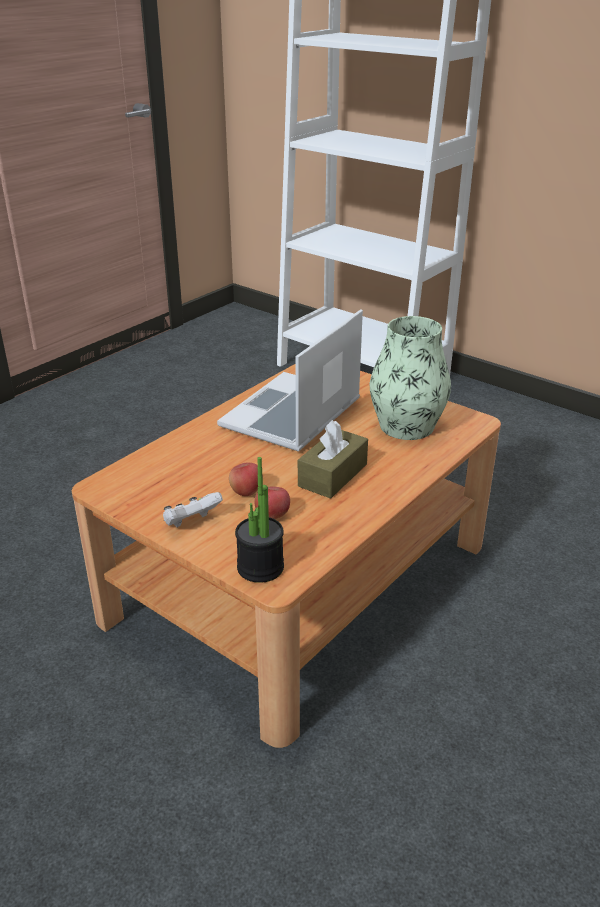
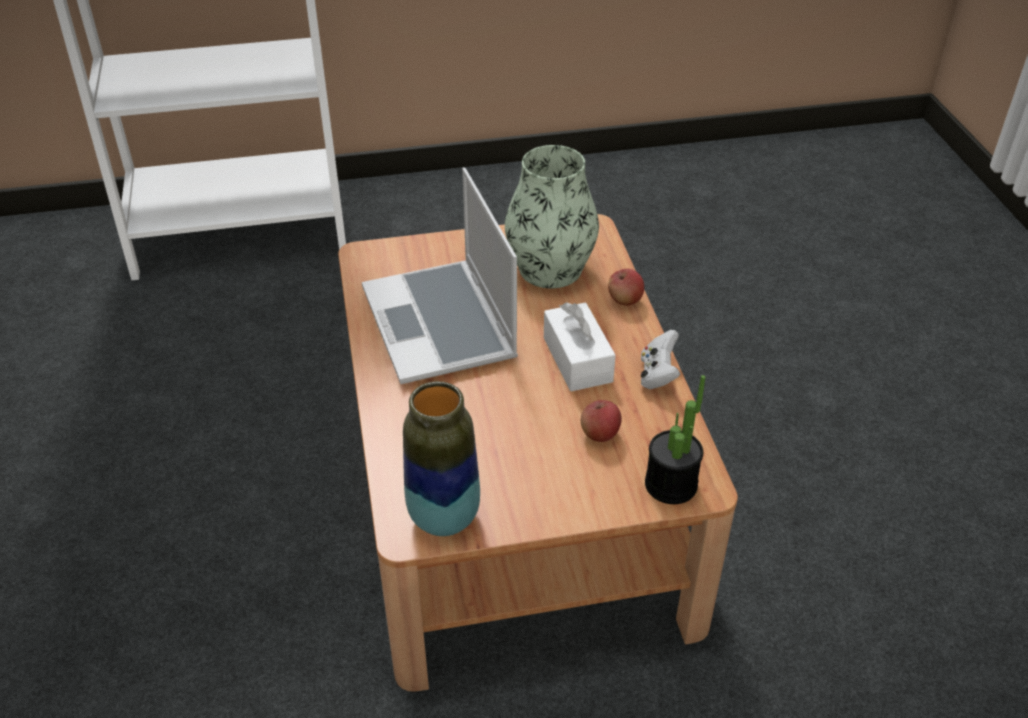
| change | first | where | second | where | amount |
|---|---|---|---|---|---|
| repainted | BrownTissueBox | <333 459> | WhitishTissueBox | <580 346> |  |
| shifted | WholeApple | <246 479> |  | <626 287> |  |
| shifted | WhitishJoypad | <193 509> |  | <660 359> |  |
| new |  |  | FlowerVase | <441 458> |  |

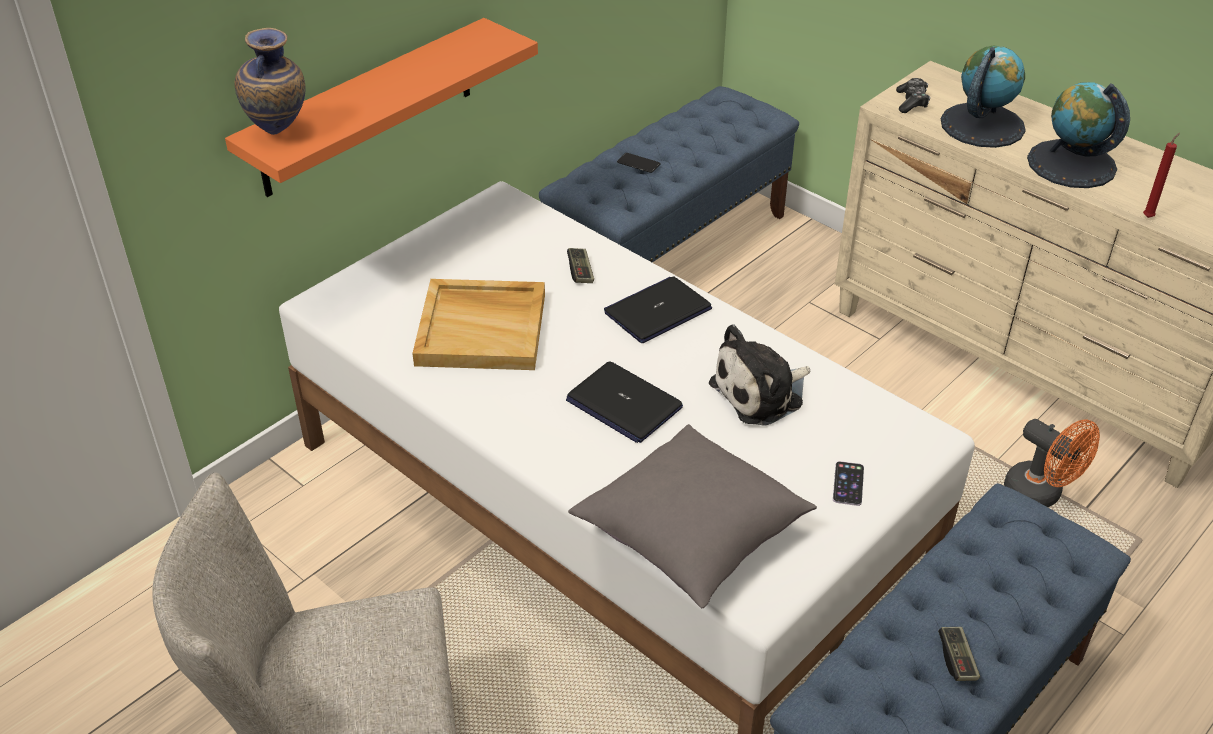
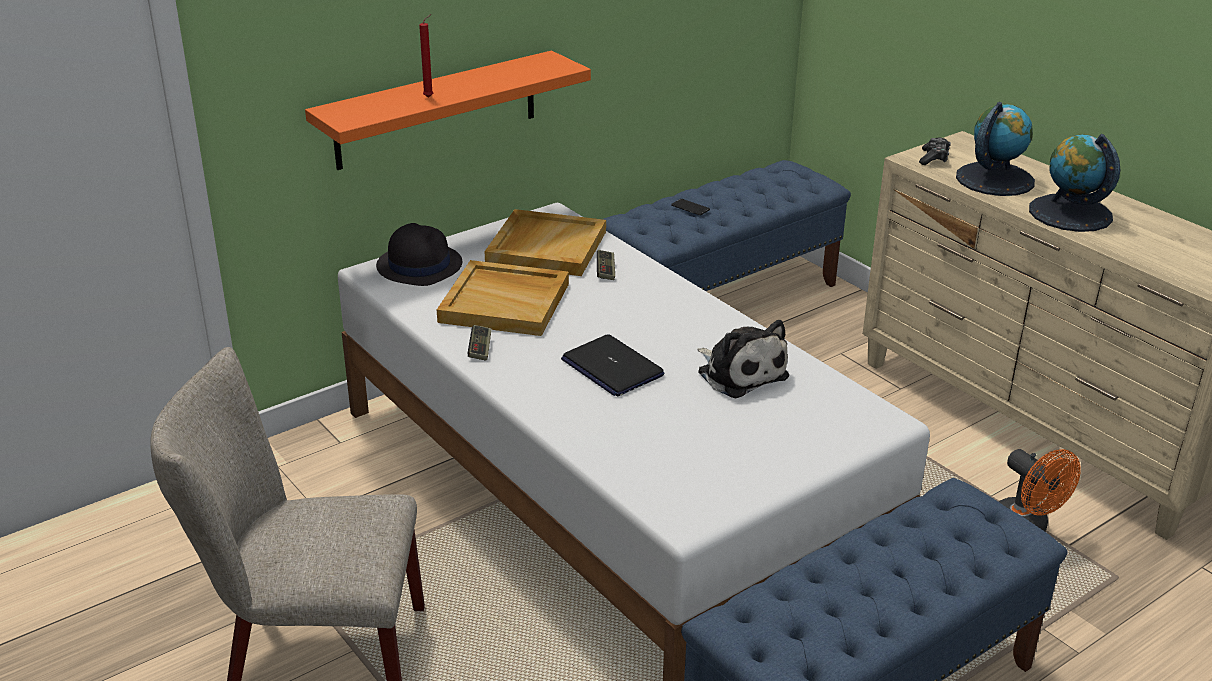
| change | first | where | second | where | amount |
|---|---|---|---|---|---|
| gone | FlowerVase | <270 81> |  |  |  |
| shifted | RedColouredWaxCandle | <1161 175> |  | <426 56> |  |
| gone | PortableComputer | <658 309> |  |  |  |
| rotated | PlushToy | <759 375> |  | <743 359> | 105 degrees counterclockwise |
| gone | GrayThrowPillow | <692 516> |  |  |  |
| gone | Telephone | <848 483> |  |  |  |
| shifted | Joypad | <959 654> |  | <480 343> |  |
| new |  |  | BeigeTray | <545 242> |  |
| new |  |  | BlackColouredWearableHat | <419 254> |  |

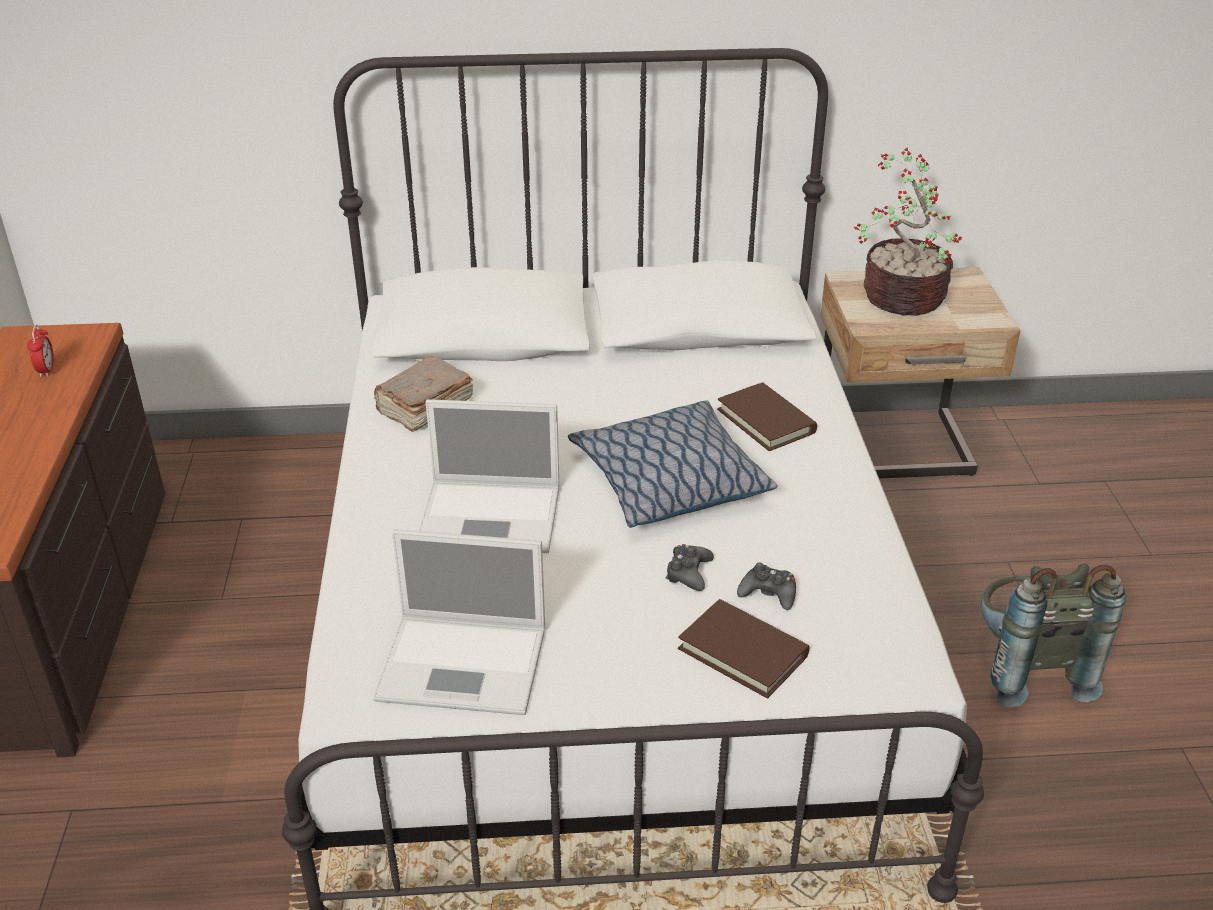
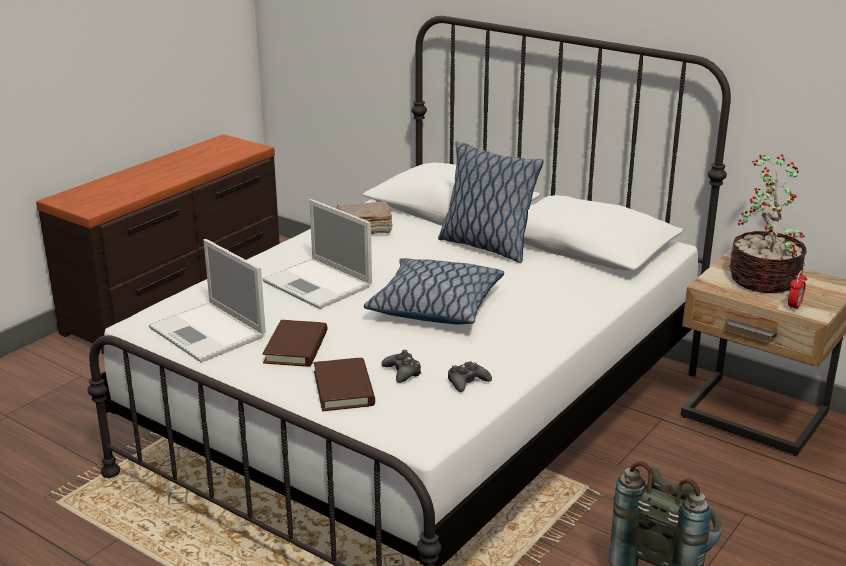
| change | first | where | second | where | amount |
|---|---|---|---|---|---|
| shifted | AlarmClock | <40 351> |  | <797 290> |  |
| shifted | BrownBoundBook | <767 416> |  | <295 343> |  |
| shifted | BlackColouredJoypad | <689 567> |  | <470 376> |  |
| new |  |  | ThrowPillow | <490 202> |  |

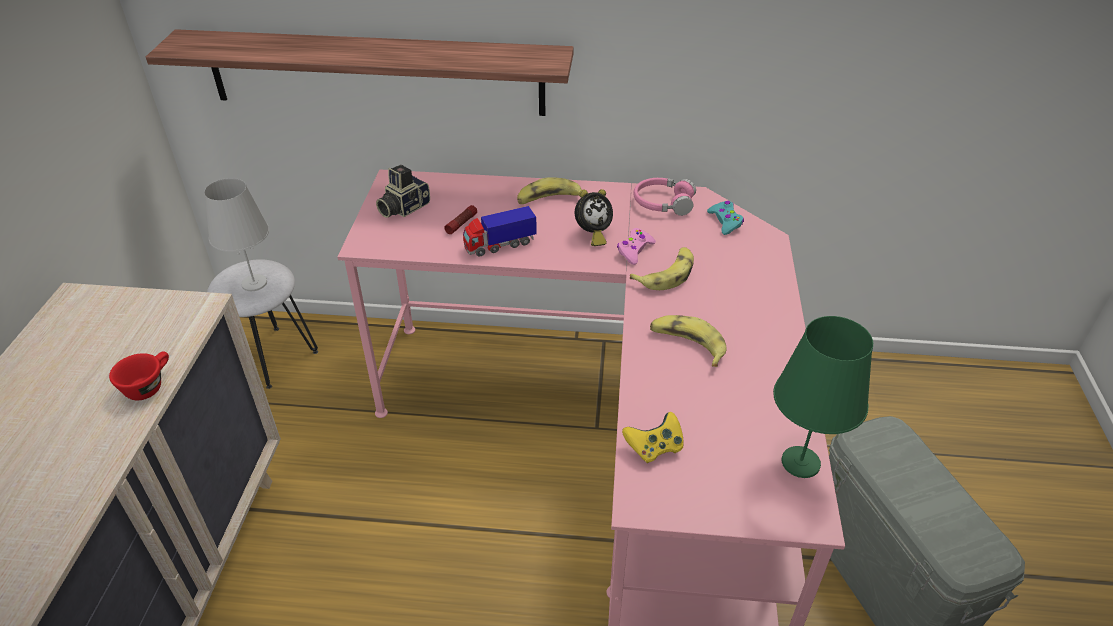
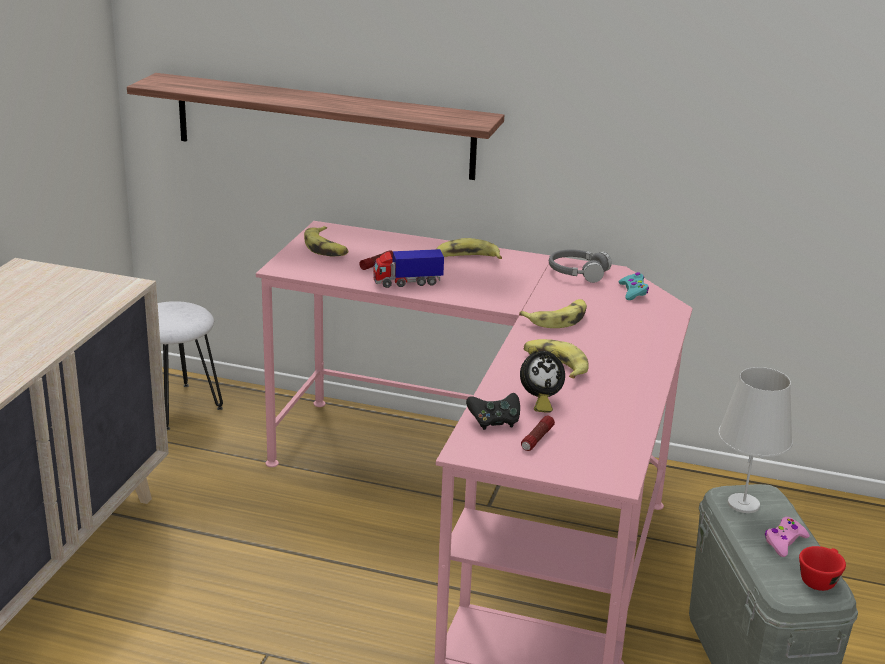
| change | first | where | second | where | amount |
|---|---|---|---|---|---|
| swapped | StillCamera | <403 191> | BananaFruit | <326 241> |  |
| shifted | WhitishTabletopLamp | <236 234> |  | <755 440> |  |
| repainted | PinkColouredHeadset | <664 197> | GrayHeadset | <580 266> |  |
| shifted | AlarmClock | <594 217> |  | <542 379> |  |
| shifted | PinkColouredJoypad | <636 246> |  | <787 537> |  |
| gone | GreenishTabletopLamp | <823 397> |  |  |  |
| shifted | RedColouredDrinkingCup | <139 375> |  | <822 568> |  |
| repainted | YellowishJoypad | <653 437> | BlackColouredJoypad | <493 411> |  |
| new |  |  | Torch | <538 433> |  |

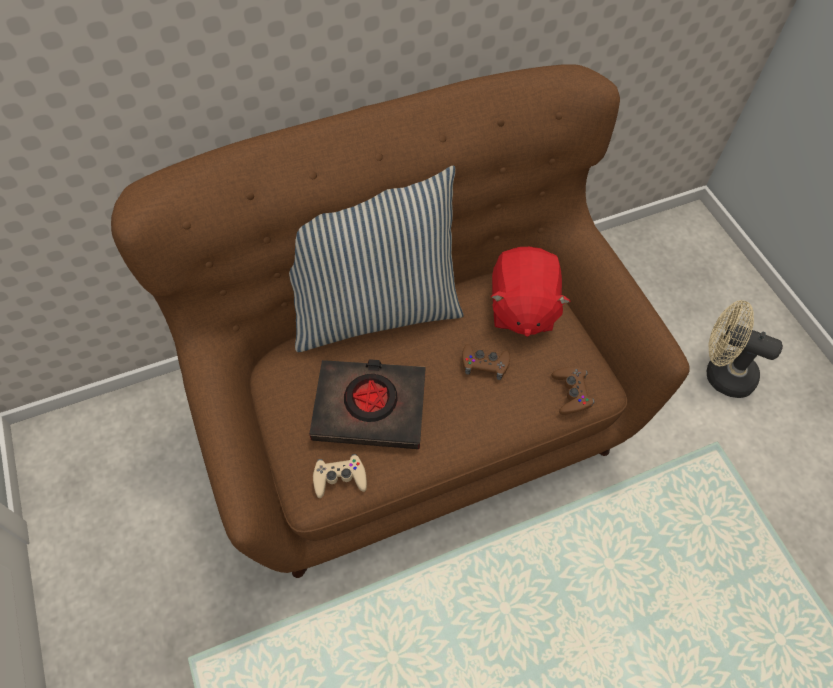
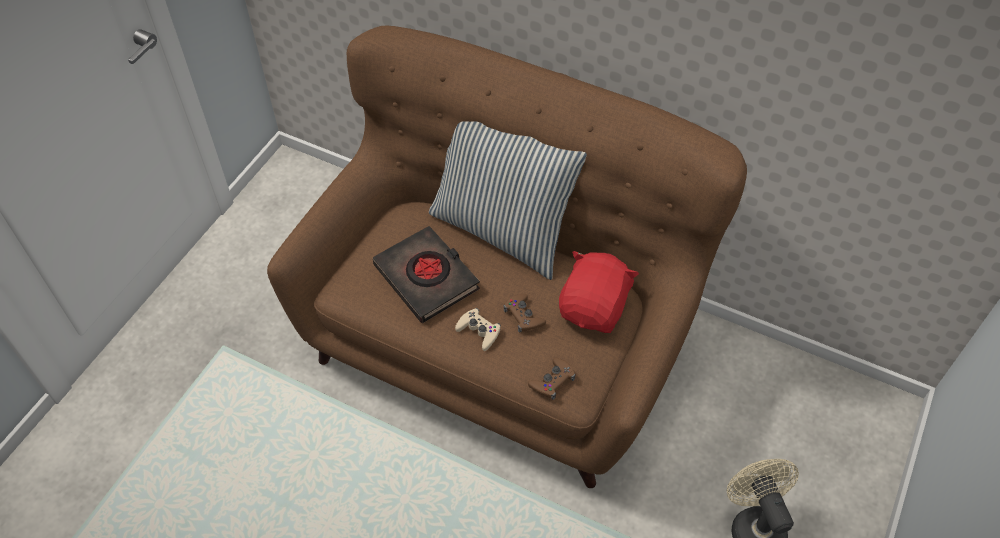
| change | first | where | second | where | amount |
|---|---|---|---|---|---|
| rotated | RedColouredPlushToy | <530 292> |  | <599 292> | 150 degrees clockwise |
| shifted | BeigeJoypad | <340 476> |  | <478 329> |  |

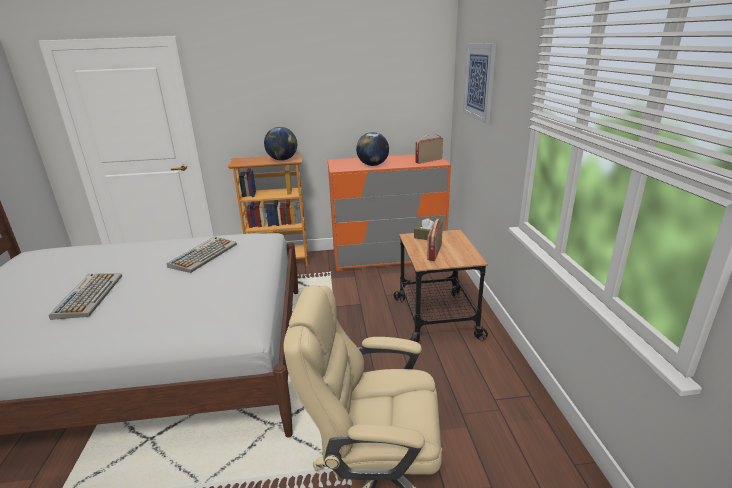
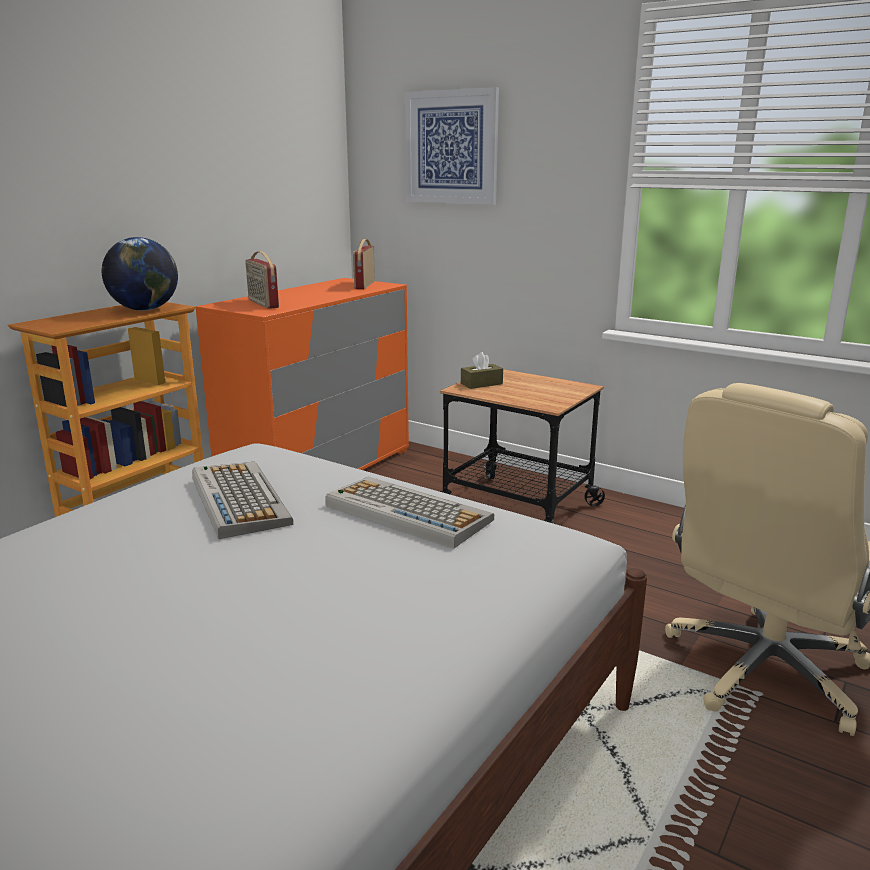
| change | first | where | second | where | amount |
|---|---|---|---|---|---|
| gone | DeskGlobe | <372 149> |  |  |  |
| shifted | RadioReceiver | <435 240> |  | <262 280> |  |
| shifted | PcKeyboard | <85 296> |  | <410 512> |  |

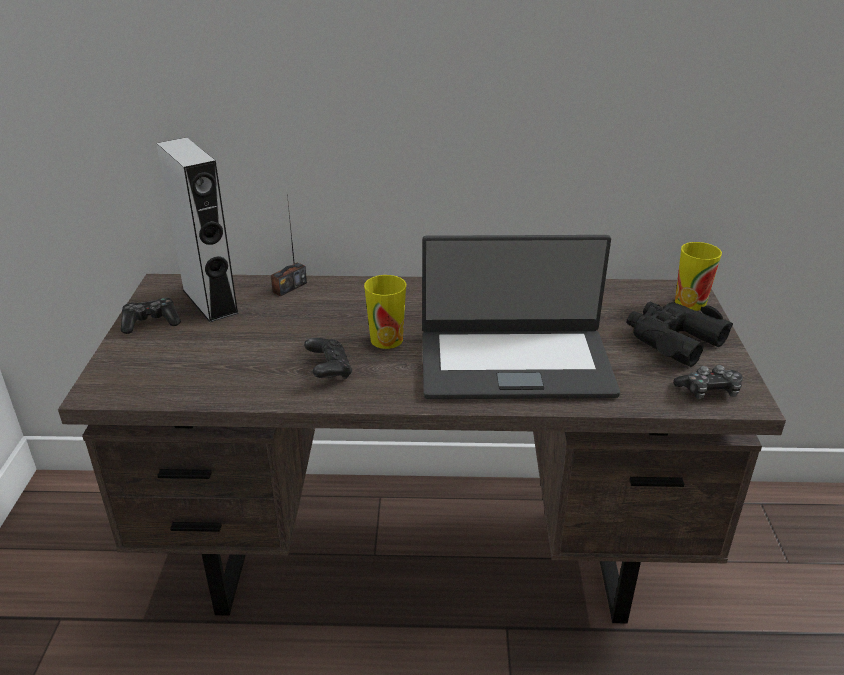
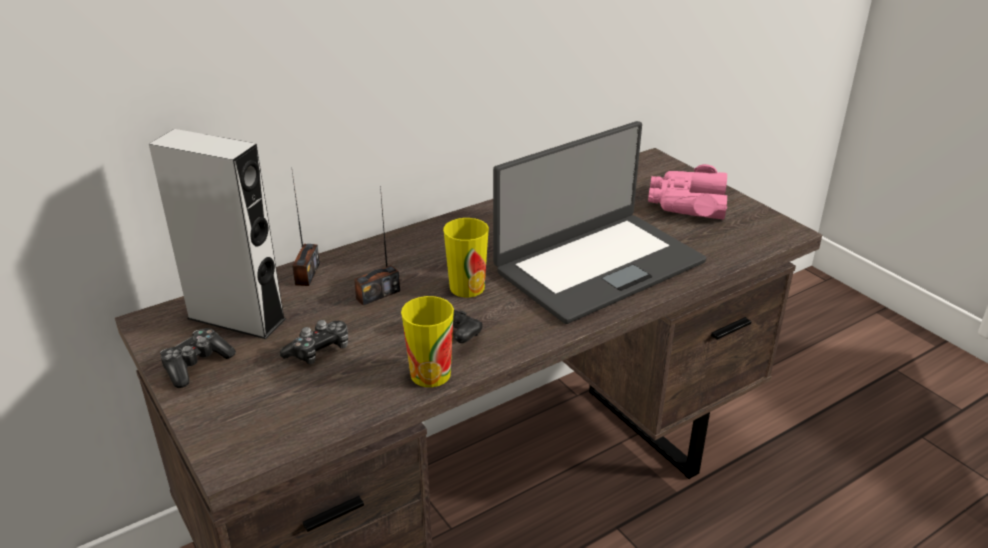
| change | first | where | second | where | amount |
|---|---|---|---|---|---|
| shifted | DrinkingCup | <698 276> |  | <427 341> |  |
| repainted | BlackColouredFieldGlasses | <680 334> | PinkColouredFieldGlasses | <687 192> |  |
| shifted | Joypad | <708 382> |  | <314 342> |  |
| new |  |  | RadioReceiver | <377 246> |  |

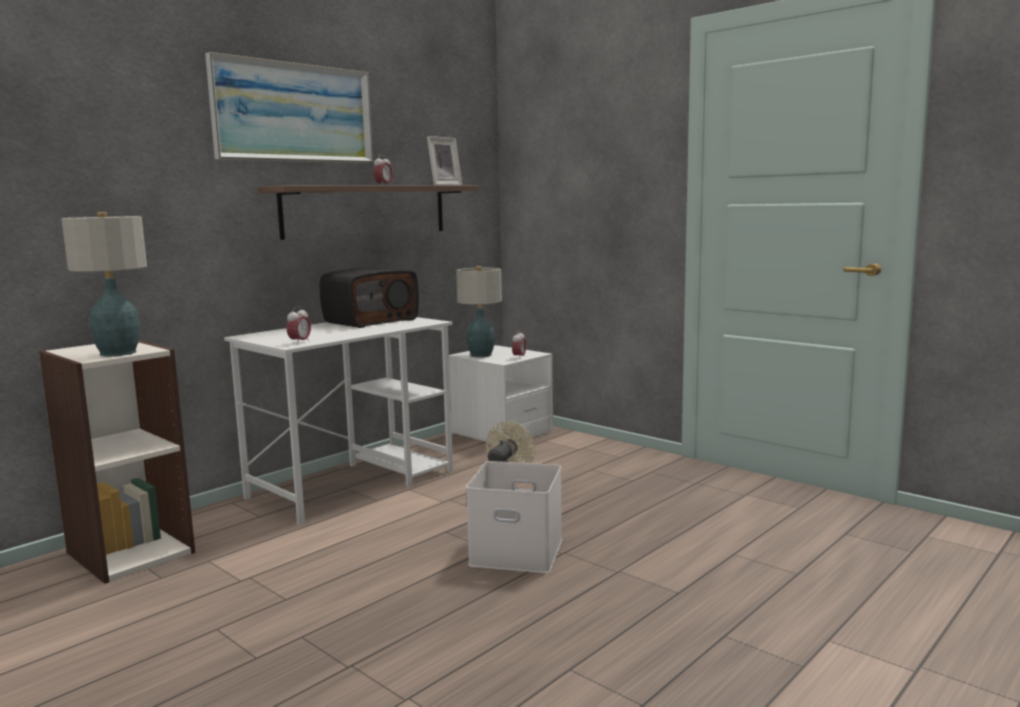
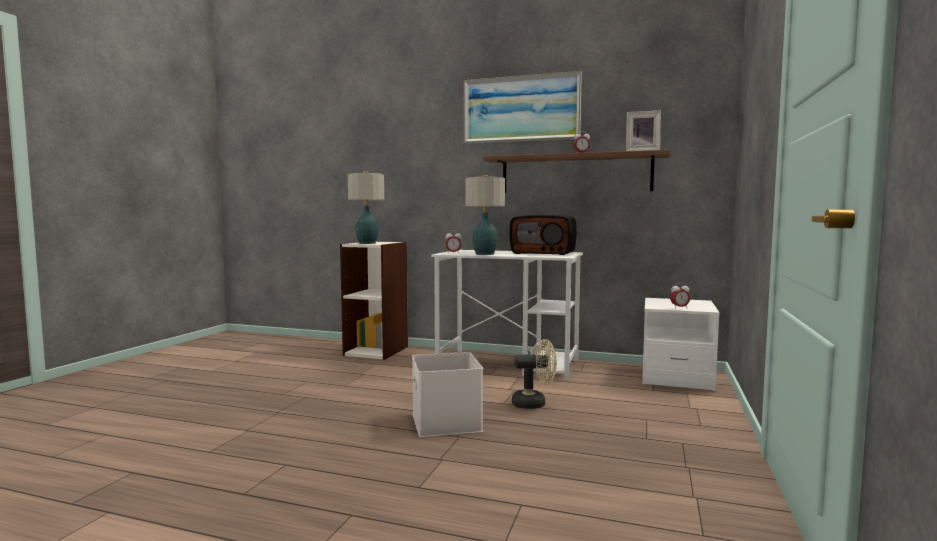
| change | first | where | second | where | amount |
|---|---|---|---|---|---|
| shifted | TabletopLamp | <479 311> |  | <485 215> |  |

